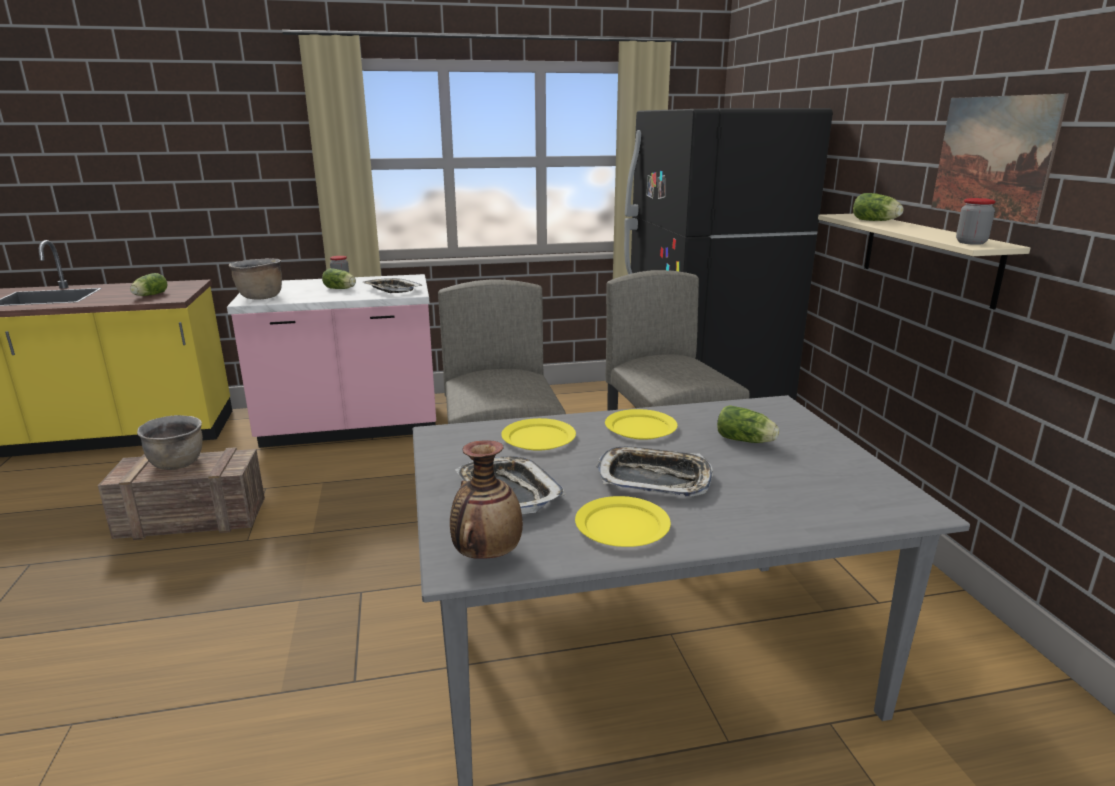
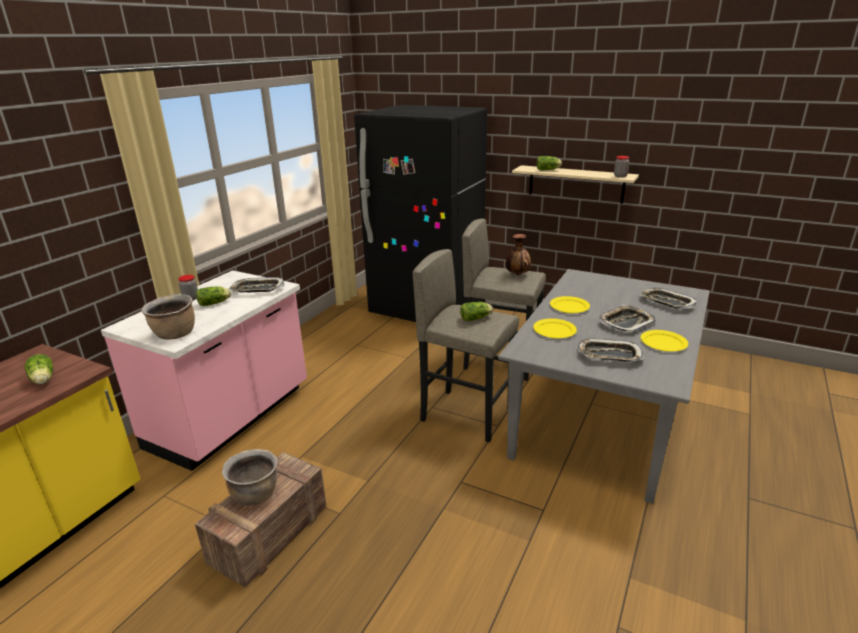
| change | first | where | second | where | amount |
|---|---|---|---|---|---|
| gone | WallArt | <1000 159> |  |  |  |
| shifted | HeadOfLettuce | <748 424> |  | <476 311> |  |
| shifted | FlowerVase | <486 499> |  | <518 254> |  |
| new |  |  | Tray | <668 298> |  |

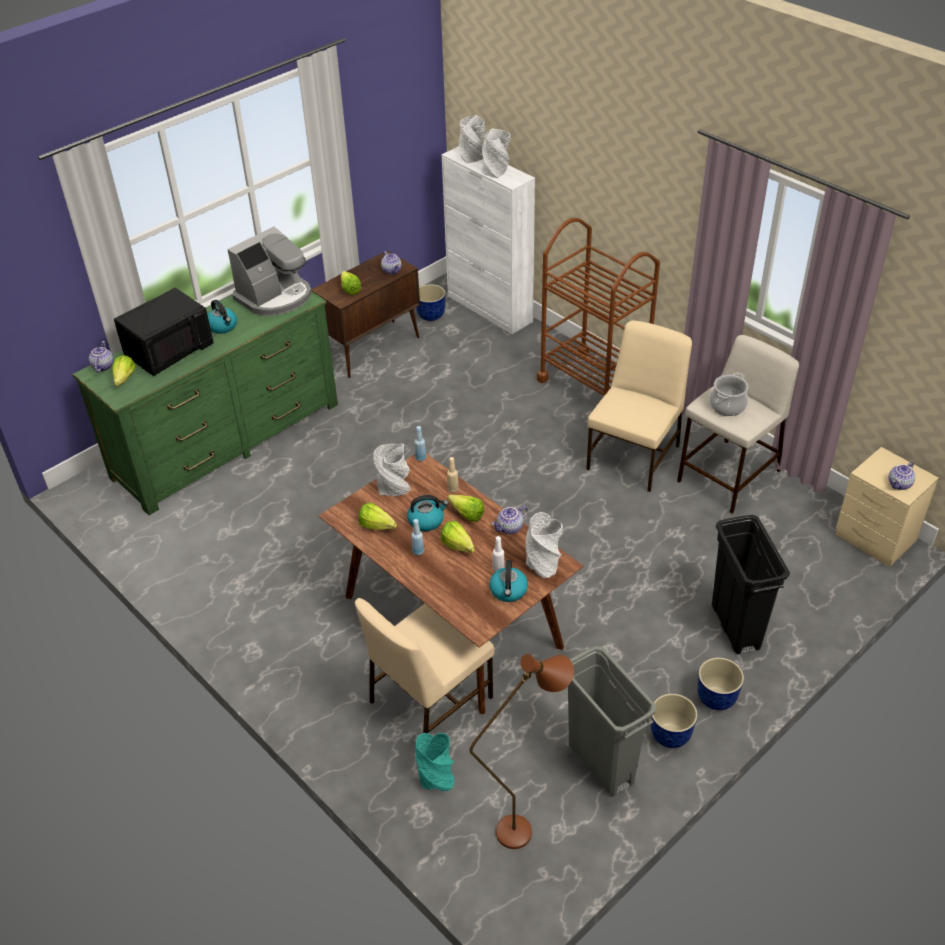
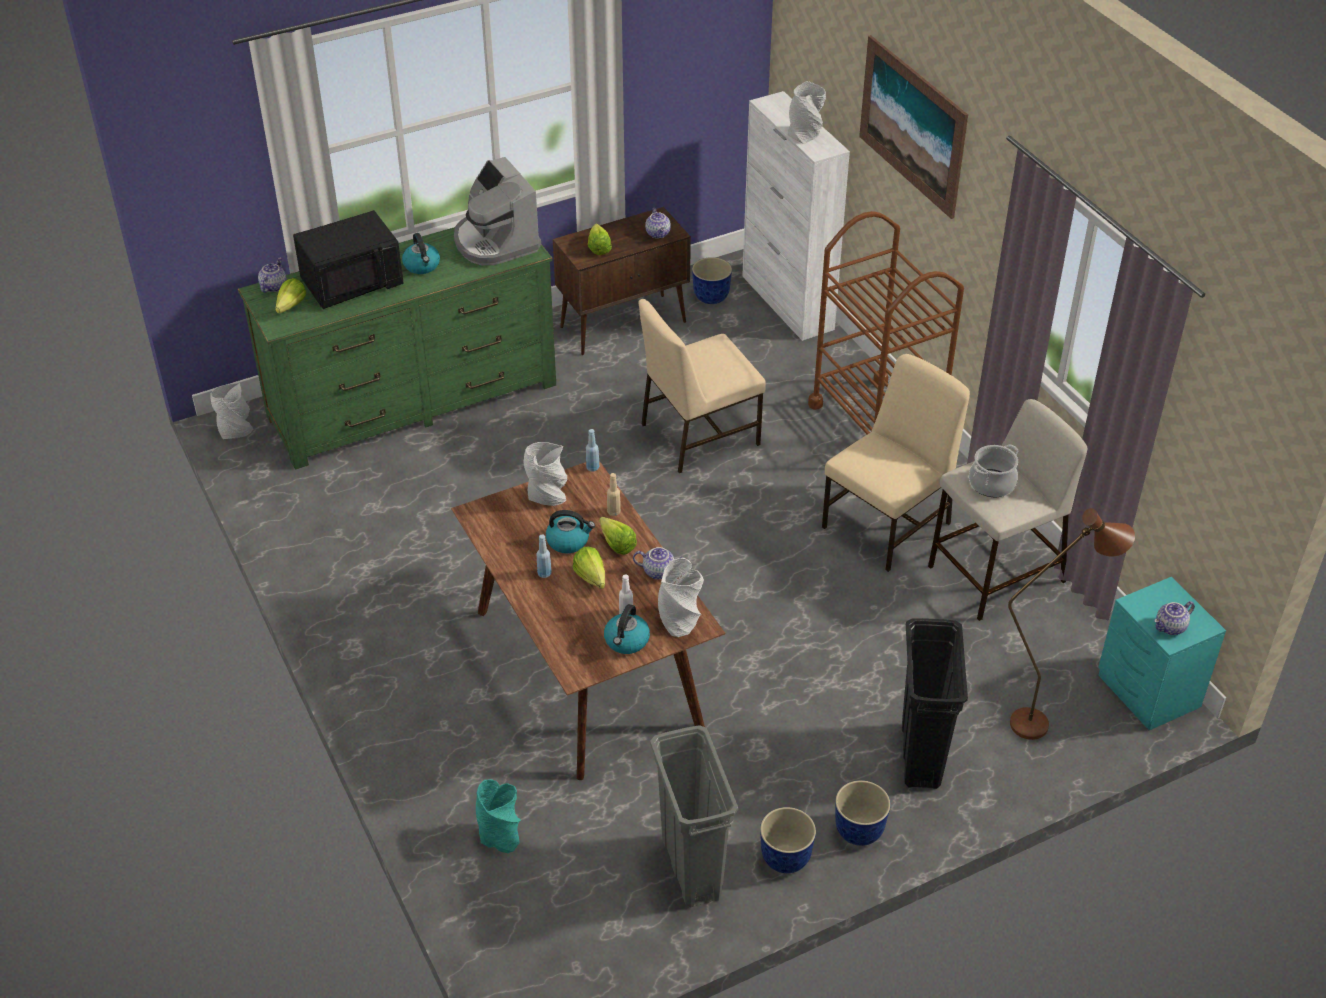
| change | first | where | second | where | amount |
|---|---|---|---|---|---|
| shifted | GrayFlowerVase | <472 139> |  | <232 411> |  |
| rotated | CoffeeMaker | <269 271> |  | <497 211> | 90 degrees clockwise |
| repainted | BeigeNightstand | <887 507> | TurquoiseNightstand | <1162 653> |  |
| gone | HeadOfLettuce | <378 516> |  |  |  |
| rotated | Teapot | <509 519> |  | <658 563> | 150 degrees counterclockwise |
| shifted | BeigeChair | <424 665> |  | <702 386> |  |
| shifted | BrownFloorLamp | <521 751> |  | <1071 624> |  |
| new |  |  | WallArt | <913 127> |  |

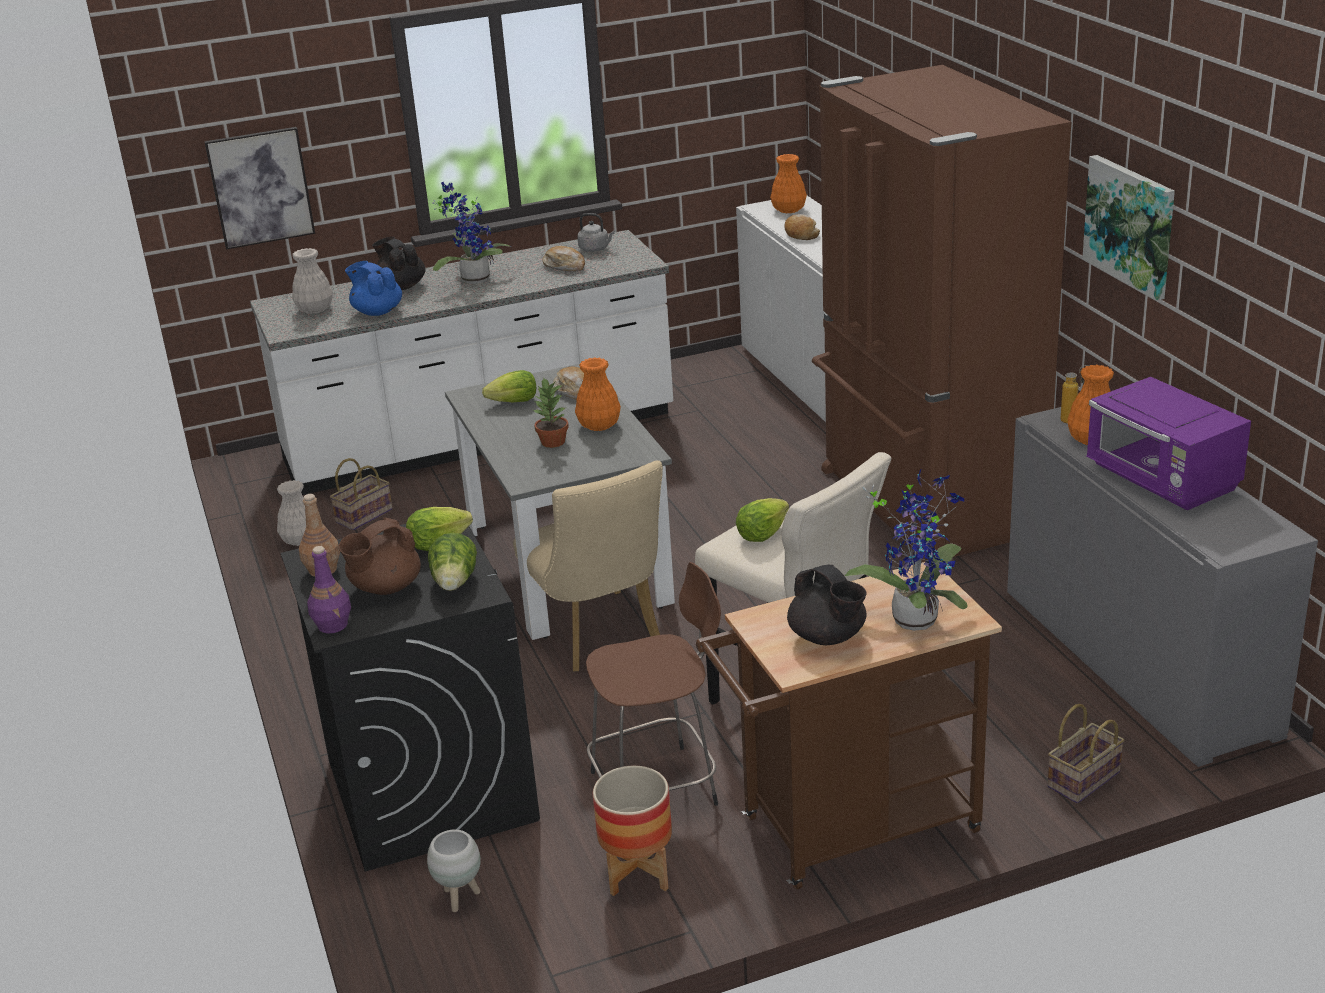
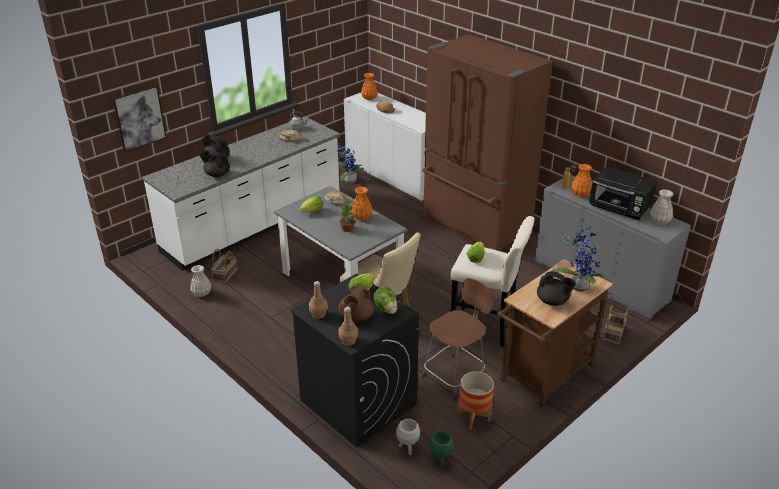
| change | first | where | second | where | amount |
|---|---|---|---|---|---|
| gone | WallArt | <1128 228> |  |  |  |
| shifted | PlantInAPot | <471 233> |  | <350 163> |  |
| shifted | WhitishFlowerVase | <312 281> |  | <662 207> |  |
| repainted | BluishTeapot | <373 288> | BlackColouredTeapot | <215 163> |  |
| repainted | PurpleKitchenMicrowave | <1169 443> | BlackColouredKitchenMicrowave | <623 193> |  |
| repainted | PurpleBeverageBottle | <329 589> | BrownBeverageBottle | <348 326> |  |
| new |  |  | GreenishFlowerPot | <441 449> |  |

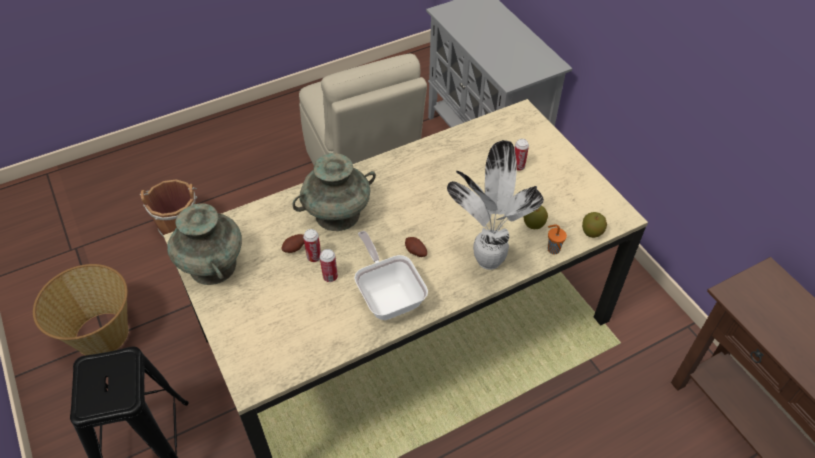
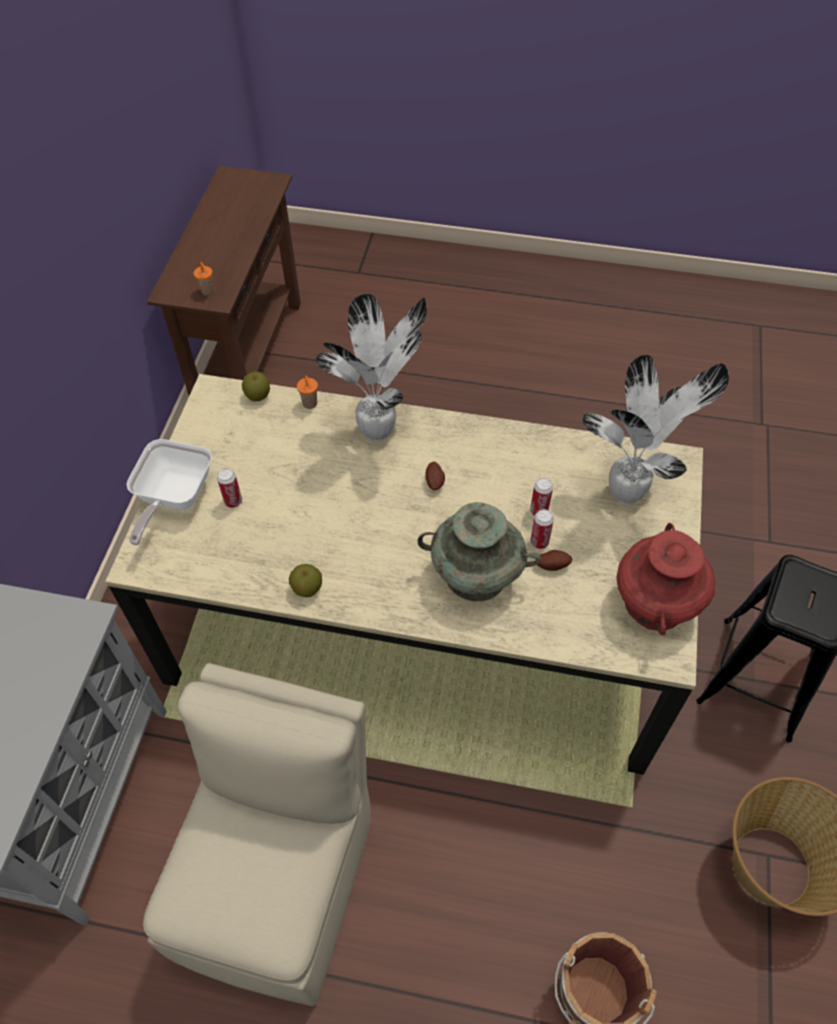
| change | first | where | second | where | amount |
|---|---|---|---|---|---|
| repainted | TurquoiseFlowerVase | <204 244> | RedColouredFlowerVase | <665 579> |  |
| shifted | WholeApple | <536 217> |  | <305 580> |  |
| shifted | FryingPan | <391 275> |  | <169 492> |  |
| new |  |  | OrangeColouredDrinkingCup | <204 278> |  |
| new |  |  | PlantInAPot | <656 429> |  |

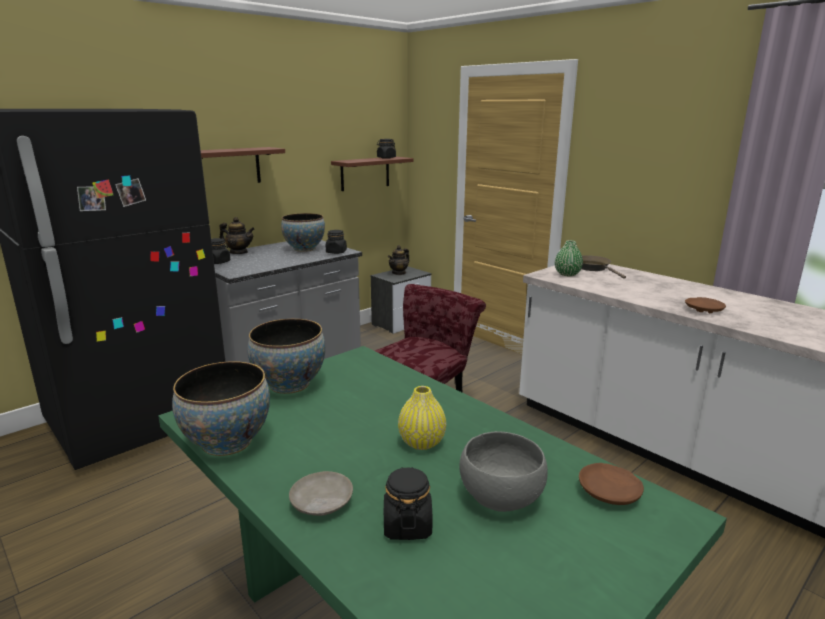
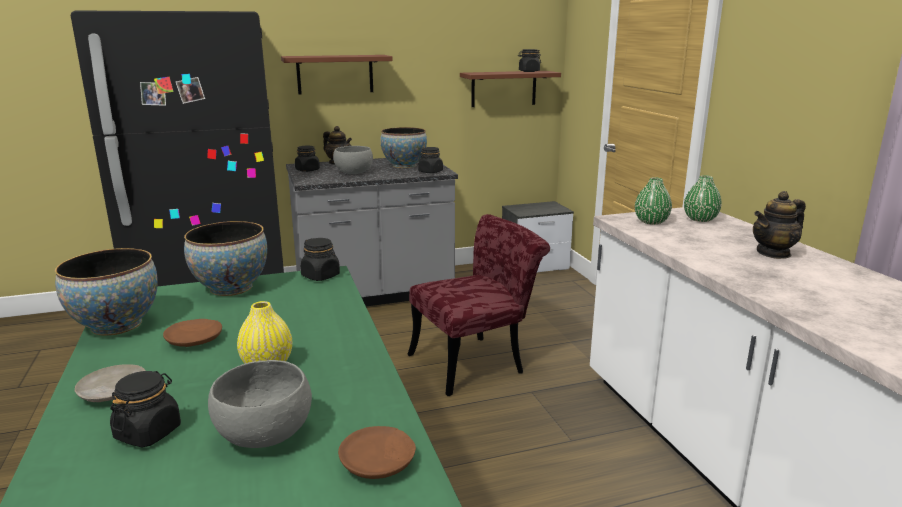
| change | first | where | second | where | amount |
|---|---|---|---|---|---|
| shifted | Teapot | <399 260> |  | <779 225> |  |
| swapped | BrownFryingPan | <604 267> | GreenishFlowerVase | <703 198> |  |
| shifted | BrownDinnerPlate | <705 305> |  | <192 333> |  |
| new |  |  | GrayBowl | <353 160> |  |
| new |  |  | BlackColouredStorageJar | <320 259> |  |

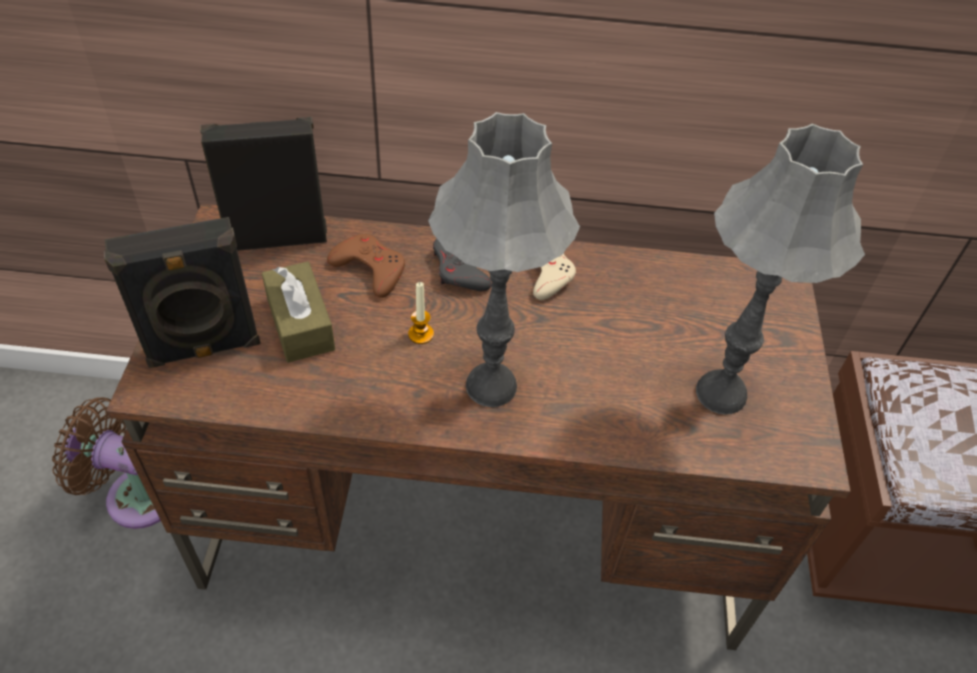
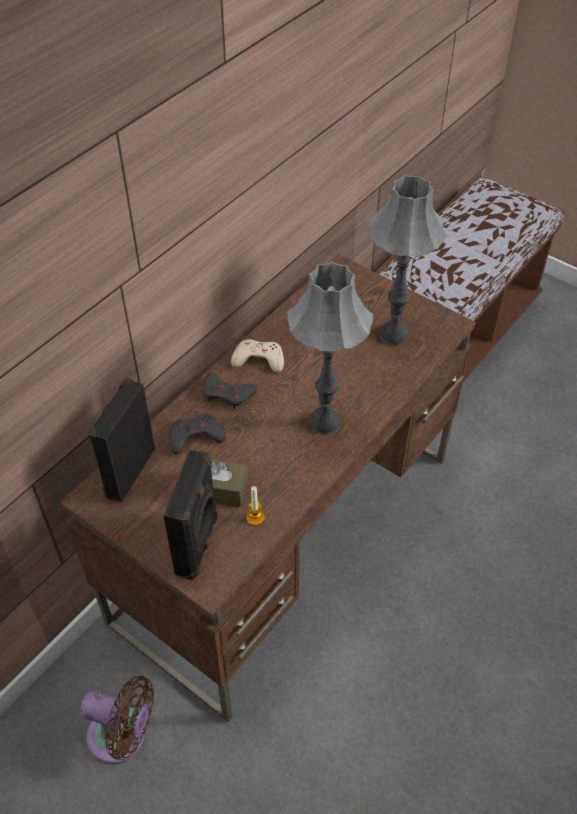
| change | first | where | second | where | amount |
|---|---|---|---|---|---|
| repainted | BrownJoypad | <366 266> | GrayJoypad | <197 433> |  |
| shifted | WaxCandle | <421 313> |  | <255 506> |  |
| rotated | BrownFan | <106 463> |  | <117 720> | 120 degrees counterclockwise |

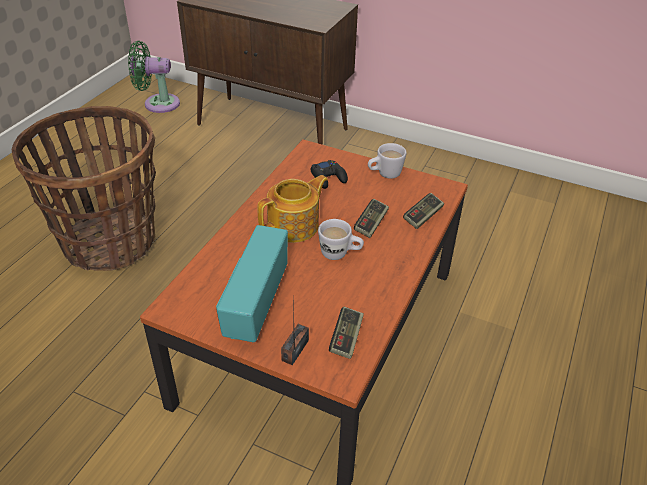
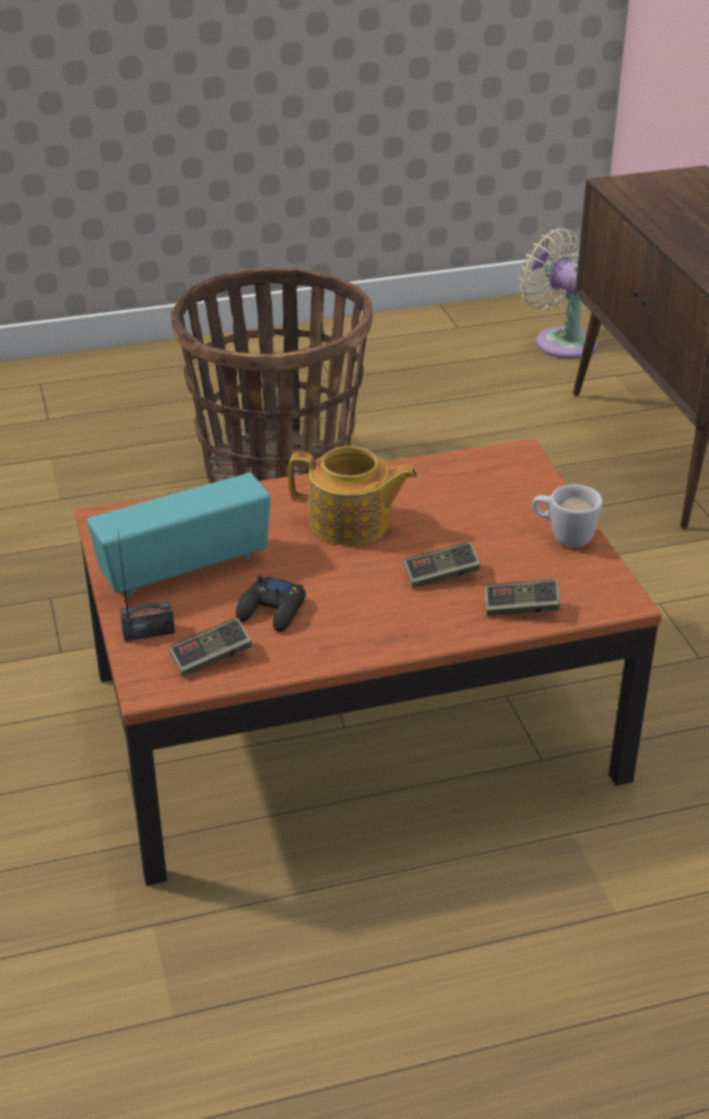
| change | first | where | second | where | amount |
|---|---|---|---|---|---|
| repainted | GreenishFan | <154 77> | BeigeFan | <558 293> |  |
| shifted | BlackColouredJoypad | <329 174> |  | <271 603> |  |
| gone | WhitishMug | <341 239> |  |  |  |

